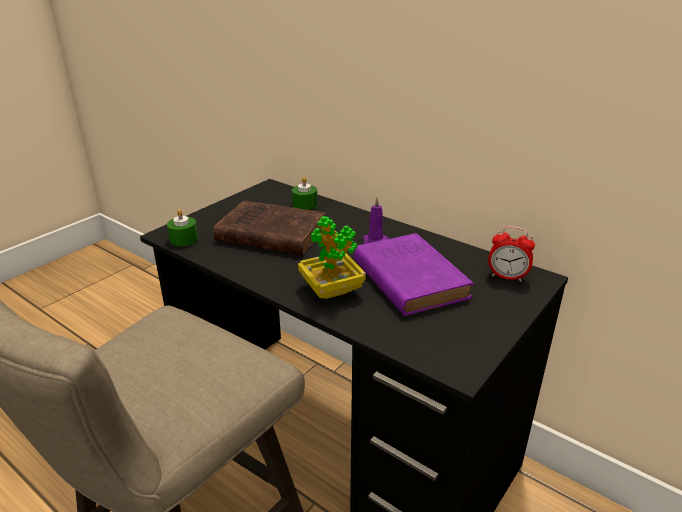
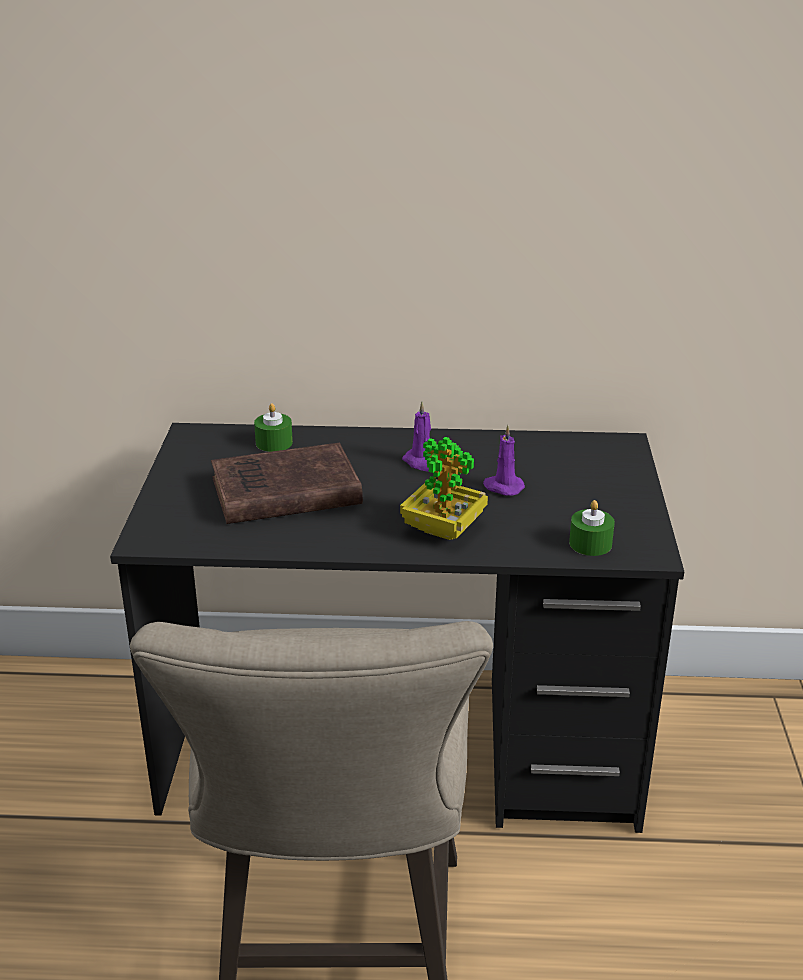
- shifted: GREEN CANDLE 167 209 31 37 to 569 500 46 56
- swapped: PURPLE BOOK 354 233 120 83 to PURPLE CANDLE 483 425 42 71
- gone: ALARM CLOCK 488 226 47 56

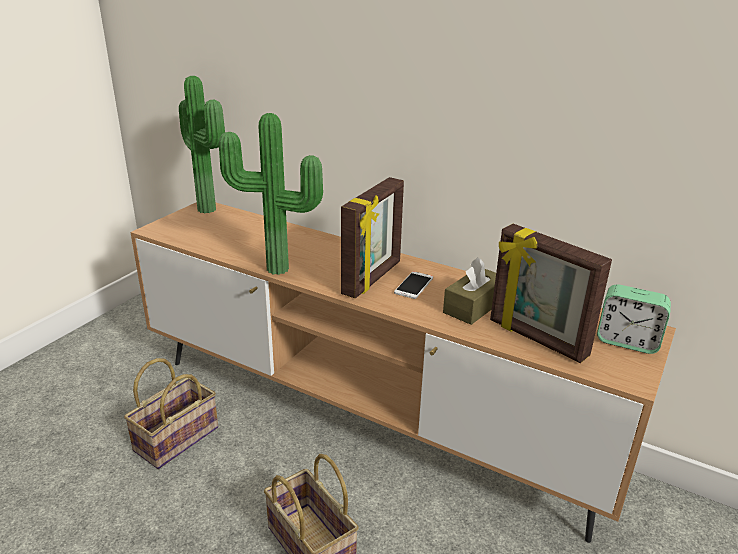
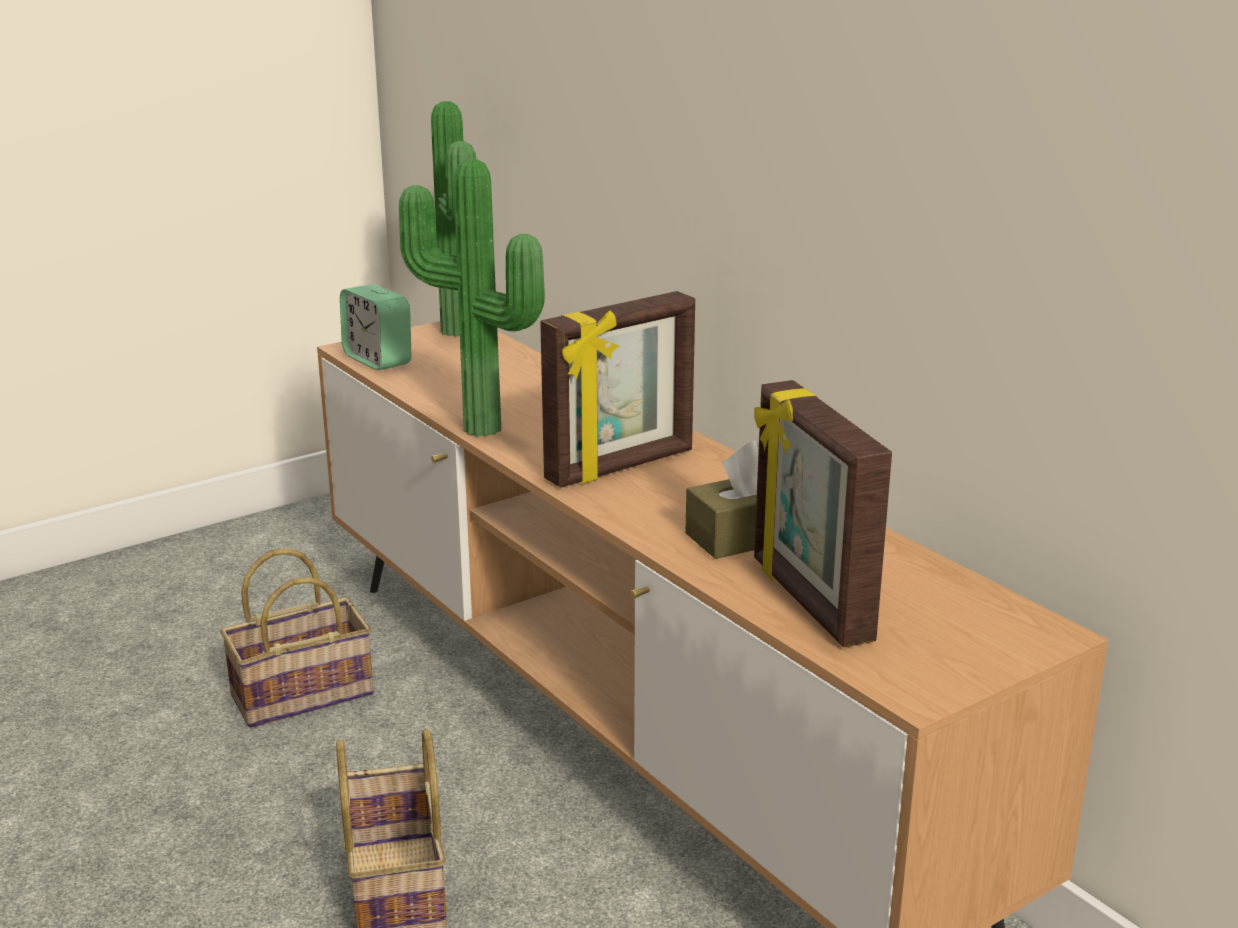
- gone: PHONE 394 271 39 28
- shifted: ALARM CLOCK 597 284 74 70 to 340 284 71 86

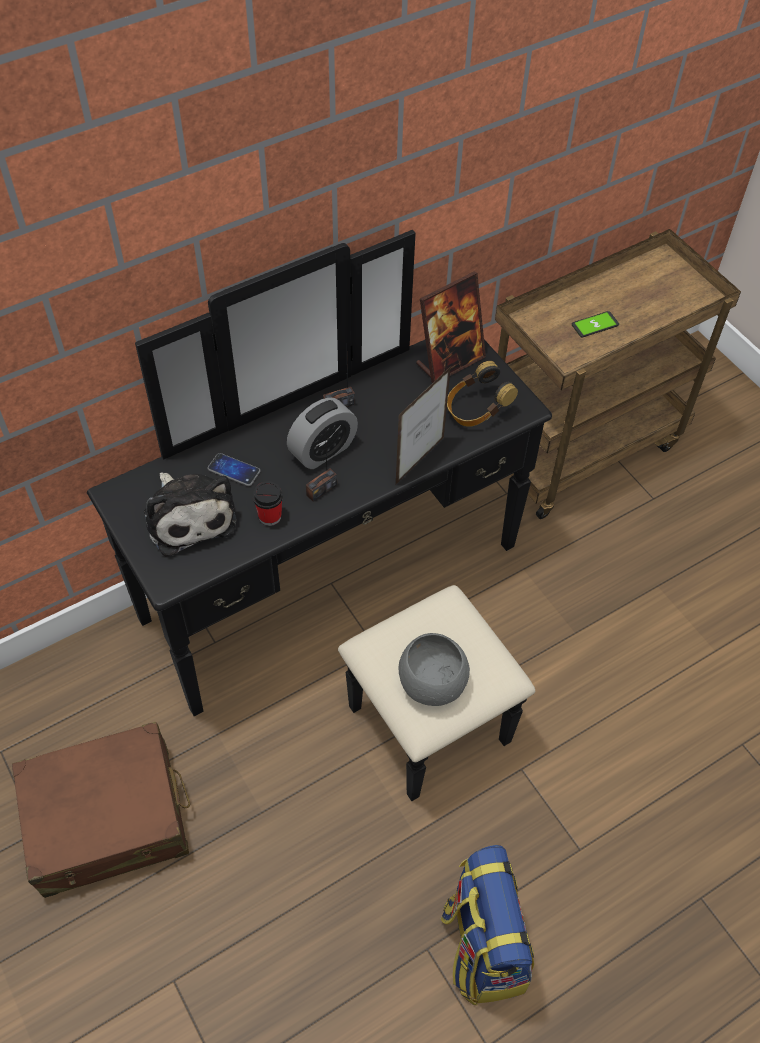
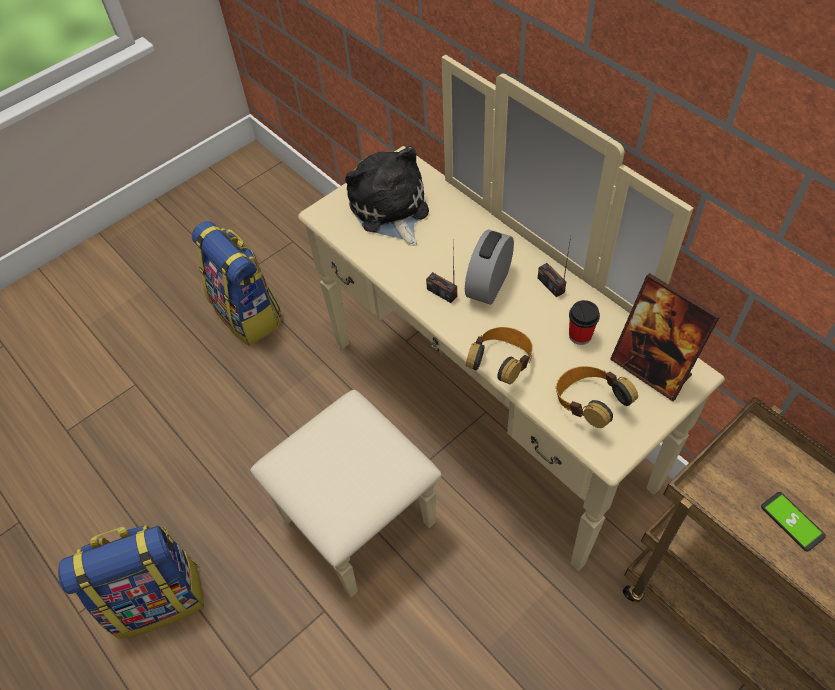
- swapped: BROWN SUITCASE 12 722 178 176 to BACKPACK 192 221 90 125
- repainted: BLACK DRESSER 87 230 465 571 to BEIGE DRESSER 250 55 475 542
- rotated: PLUSH TOY 144 472 93 84 = 345 146 84 100 105 degrees clockwise
- gone: PHONE 207 453 54 33
- shifted: CUP 253 481 30 45 to 569 300 31 45
- rotated: ALARM CLOCK 287 398 71 71 = 465 229 49 76 75 degrees clockwise
- swapped: PICTURE FRAME 396 366 55 118 to HEADPHONES 466 327 67 57
- gone: GREY BOWL 399 633 71 73

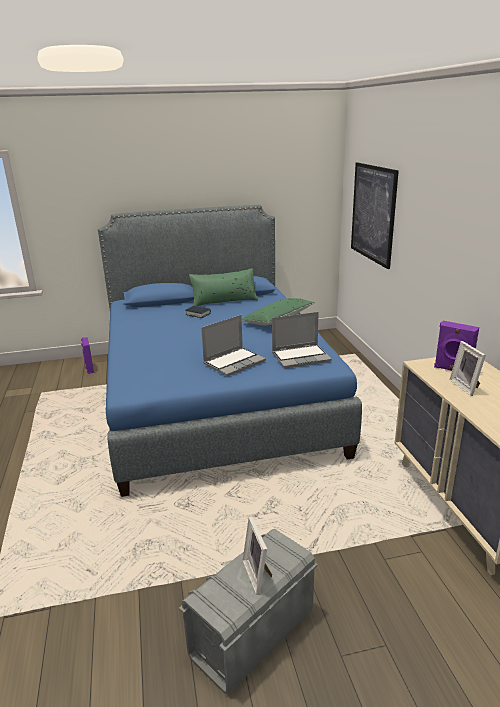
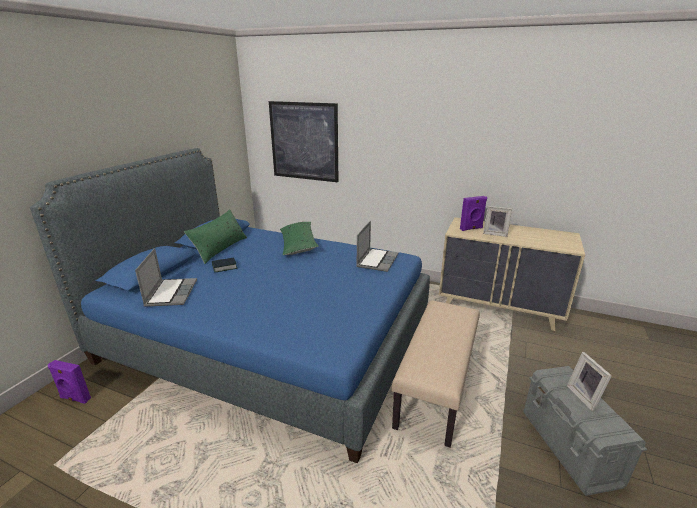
- shifted: LAPTOP 201 315 65 61 to 135 248 62 59
- rotated: PICTURE FRAME 243 516 29 79 = 567 352 45 59 60 degrees clockwise
- new: BEIGE BENCH 392 300 88 147

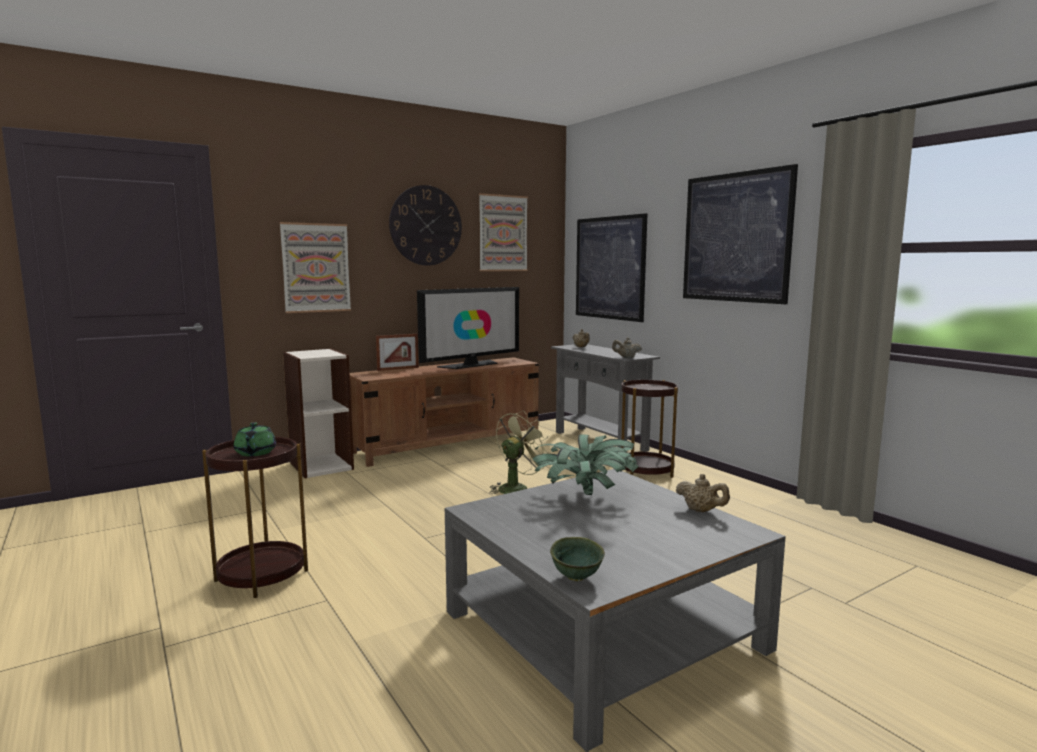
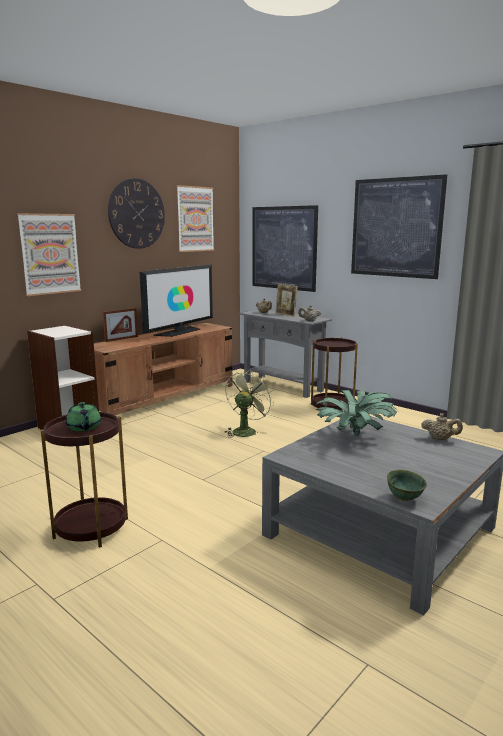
- new: PICTURE FRAME 275 284 23 33

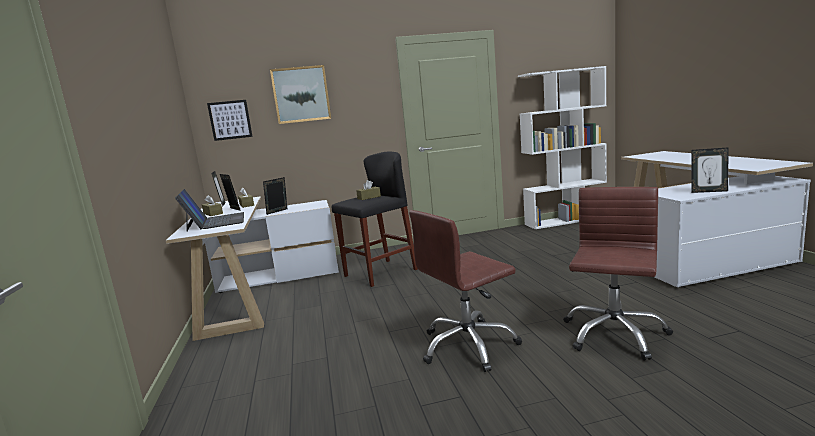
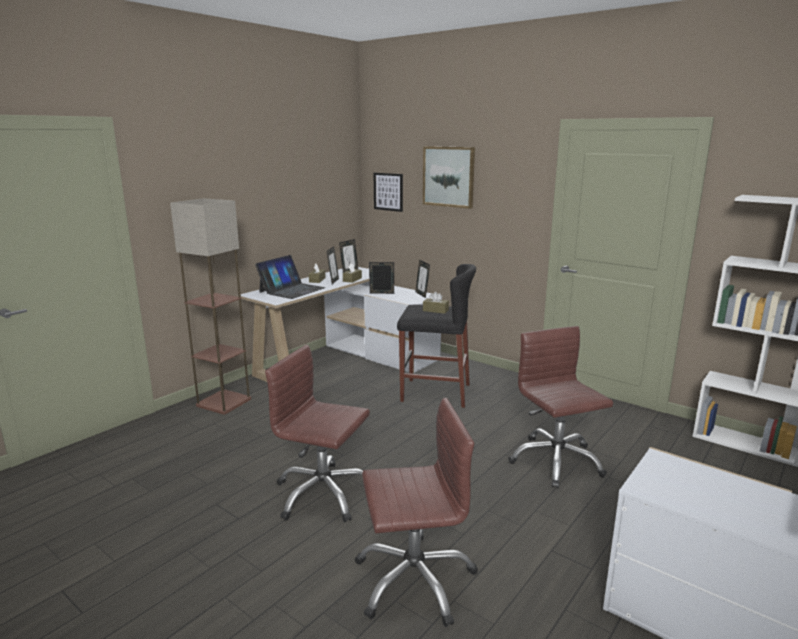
- shifted: PICTURE FRAME 691 147 38 46 to 415 260 15 38
- new: FLOOR LAMP 170 198 81 217
- new: BROWN OFFICE CHAIR 508 326 105 162

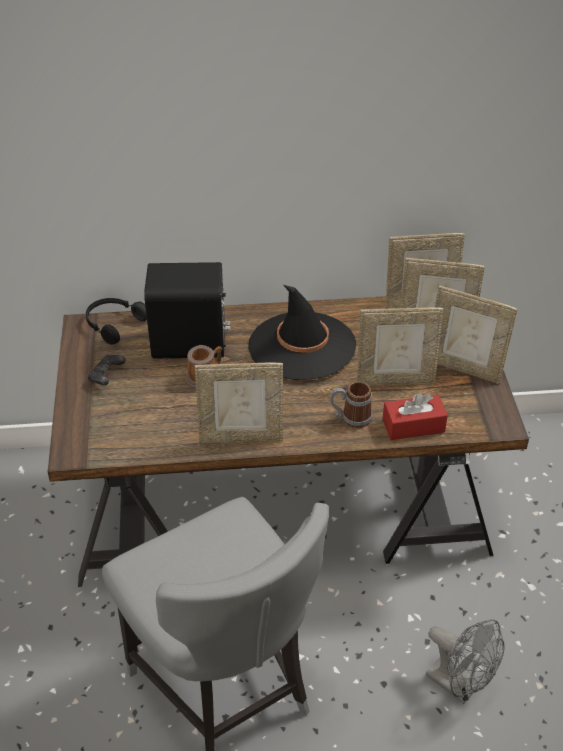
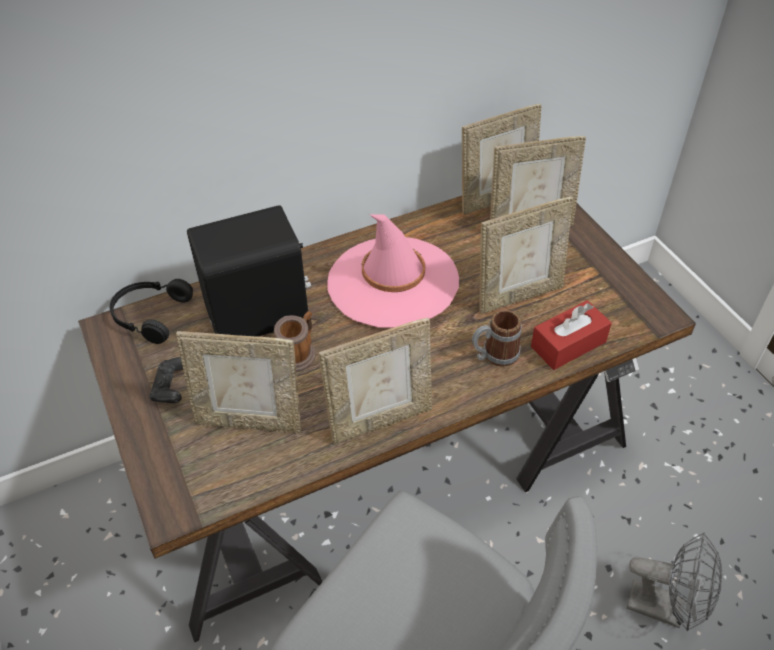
- repainted: BLACK HAT 248 284 108 96 to PINK HAT 327 214 132 114
- shifted: PICTURE FRAME 435 286 83 98 to 176 331 125 102

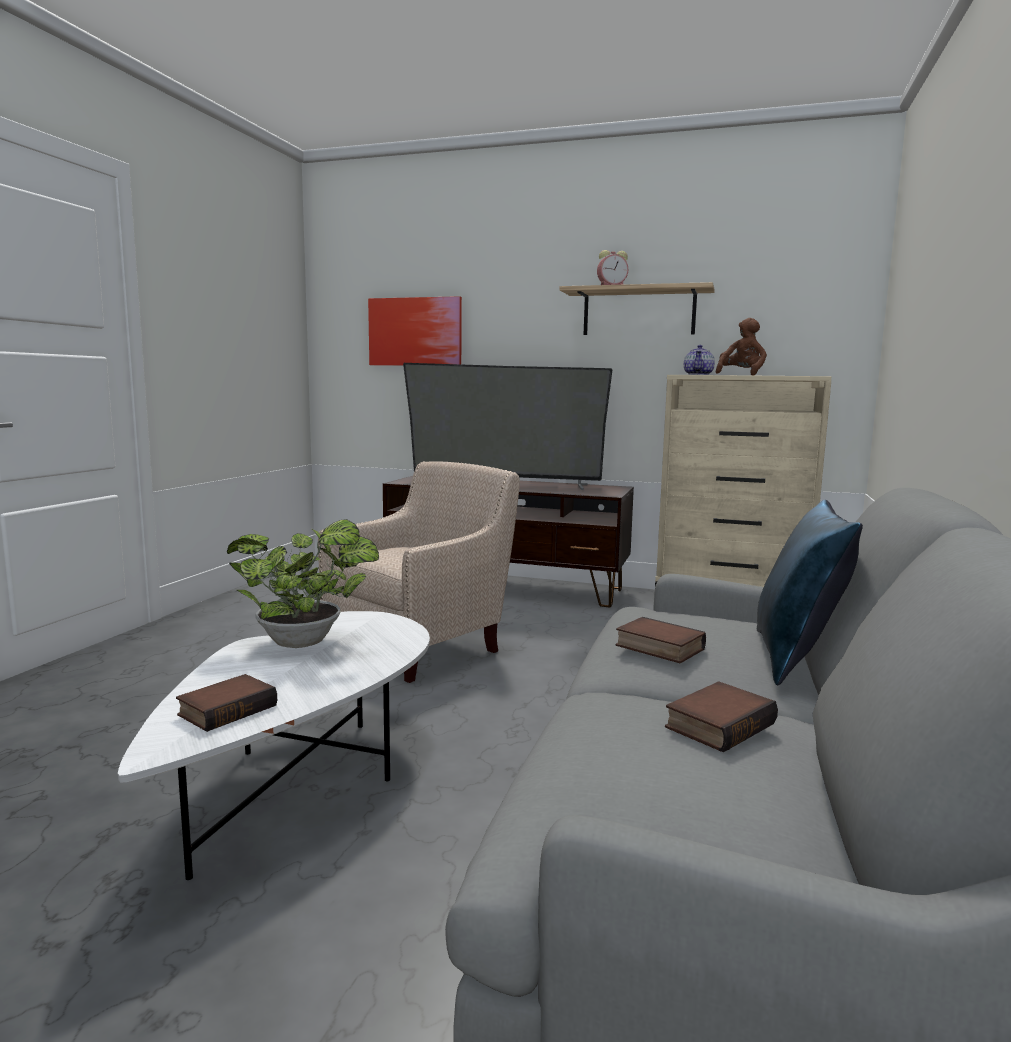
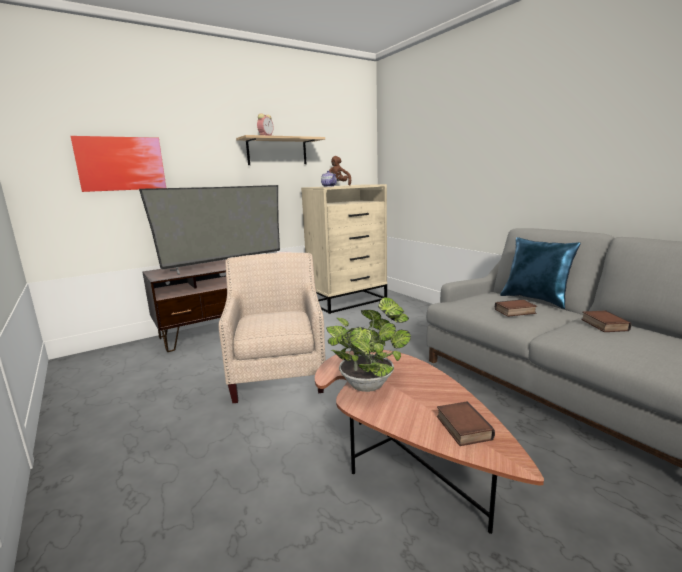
- repainted: WHITE COFFEE TABLE 118 611 312 269 to BROWN COFFEE TABLE 315 350 229 184

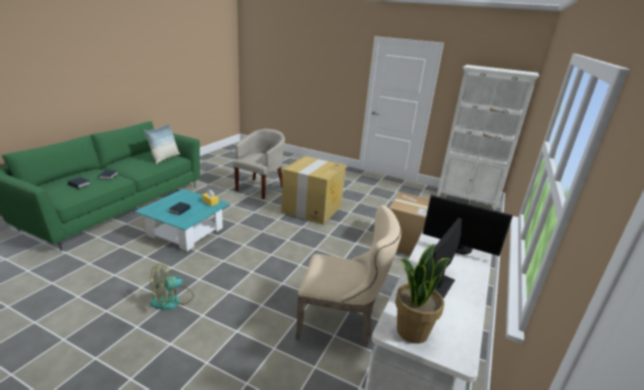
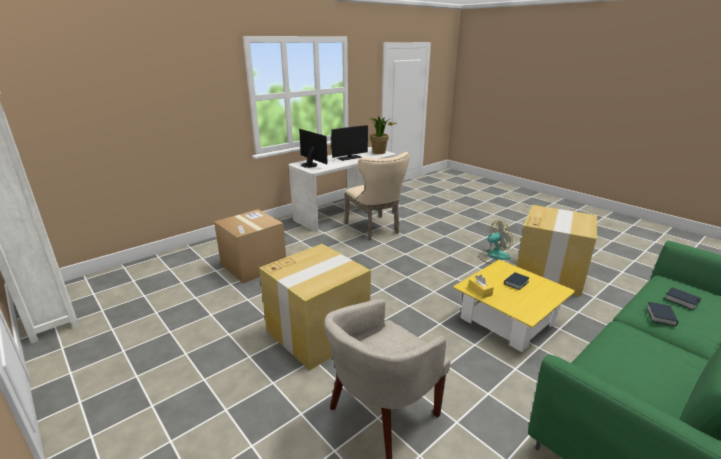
- repainted: TURQUOISE COFFEE TABLE 134 189 96 62 to YELLOW COFFEE TABLE 453 259 123 93
- gone: PILLOW 144 124 36 40
- rotated: BEIGE CHAIR 295 205 106 143 = 344 152 66 88 150 degrees counterclockwise
- new: CARDBOARD BOX 517 205 80 92

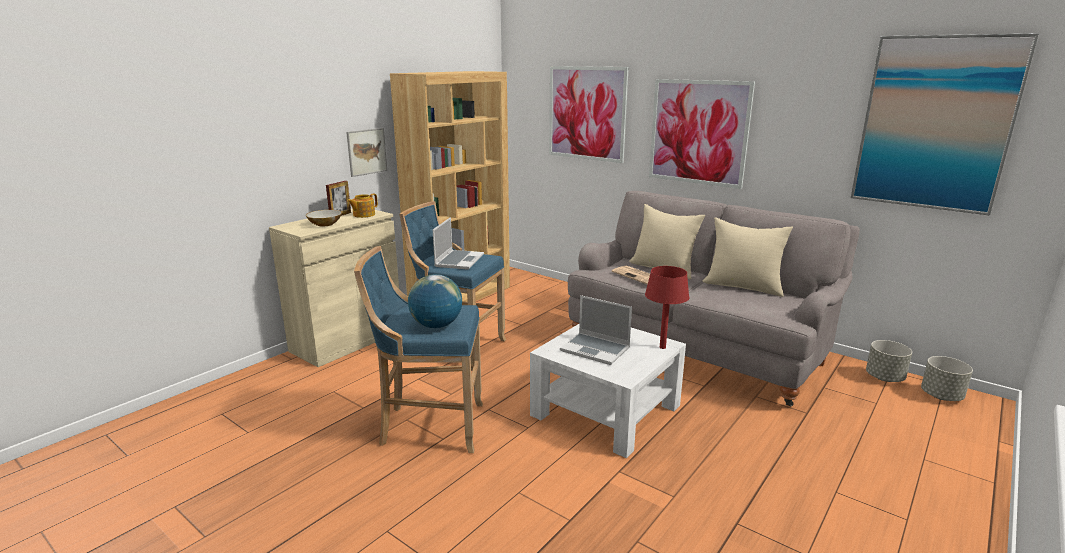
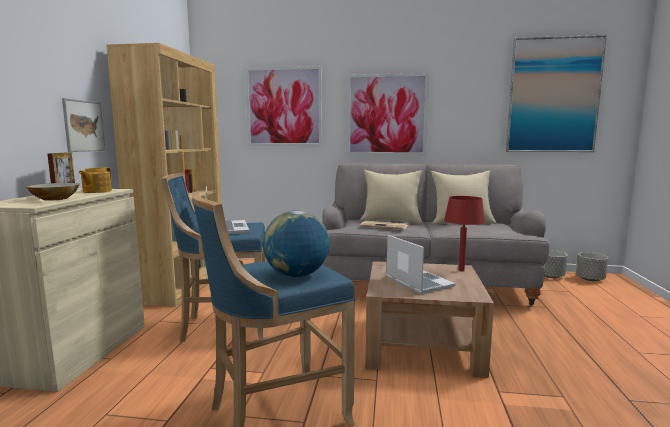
- repainted: WHITE COFFEE TABLE 530 324 156 134 to BROWN COFFEE TABLE 366 261 128 117
- rotated: LAPTOP 560 295 72 70 = 386 235 69 59 120 degrees counterclockwise

